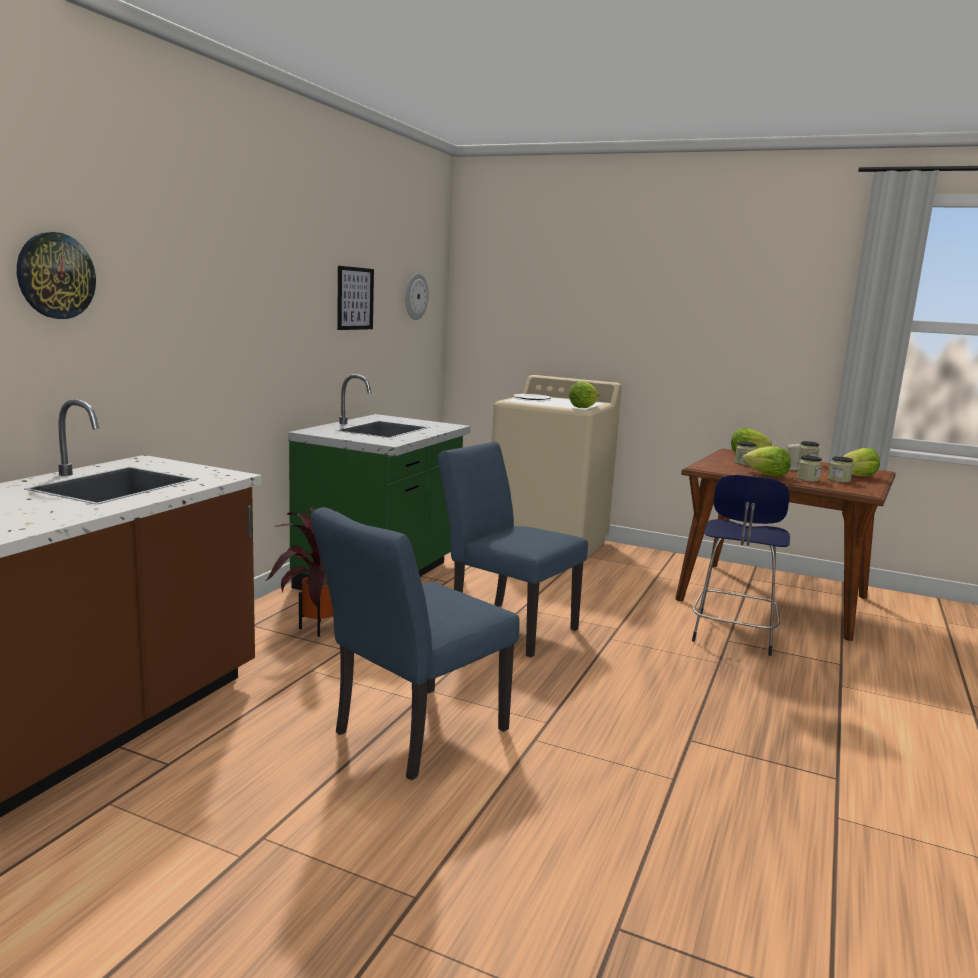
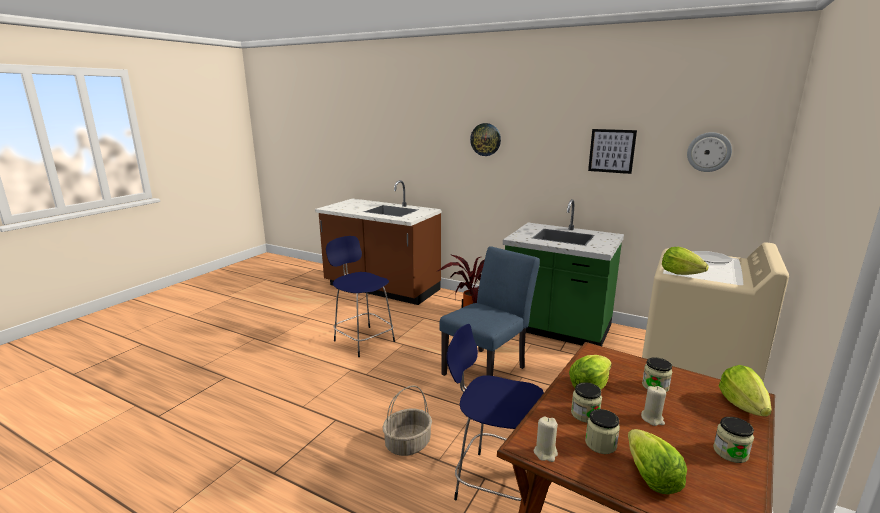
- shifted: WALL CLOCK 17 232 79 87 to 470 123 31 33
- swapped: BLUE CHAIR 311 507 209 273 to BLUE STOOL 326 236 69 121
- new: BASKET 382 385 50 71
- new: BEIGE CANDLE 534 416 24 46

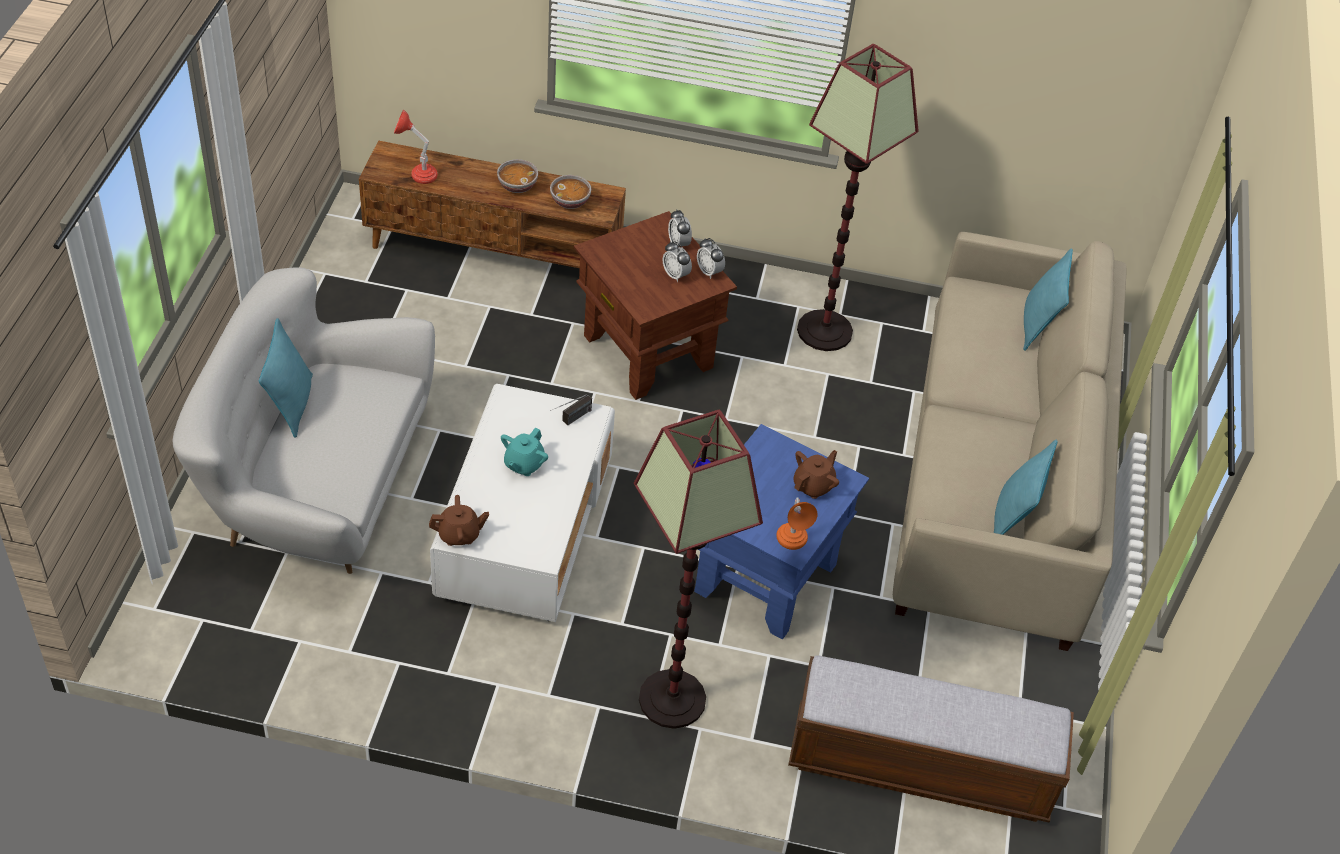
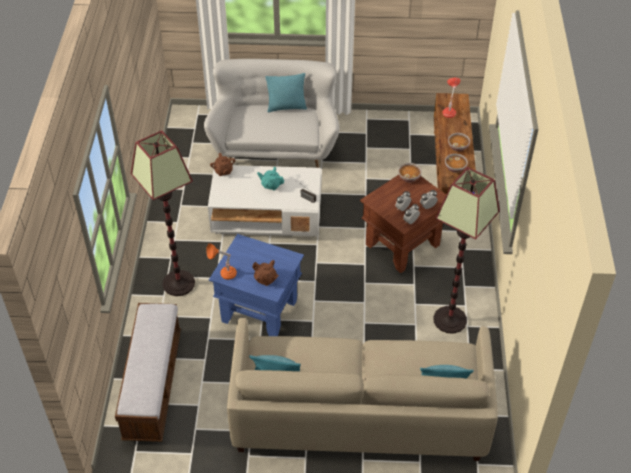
- new: BOWL 398 163 24 19

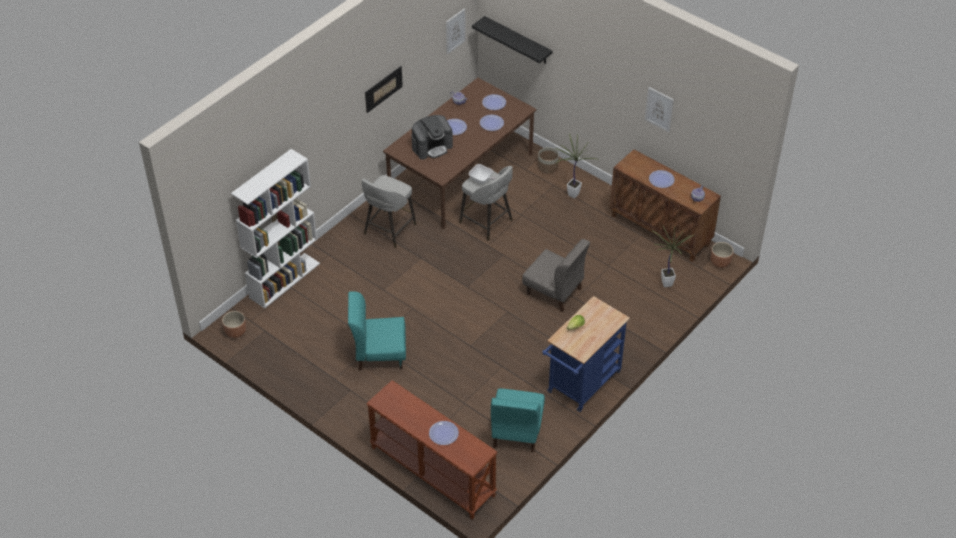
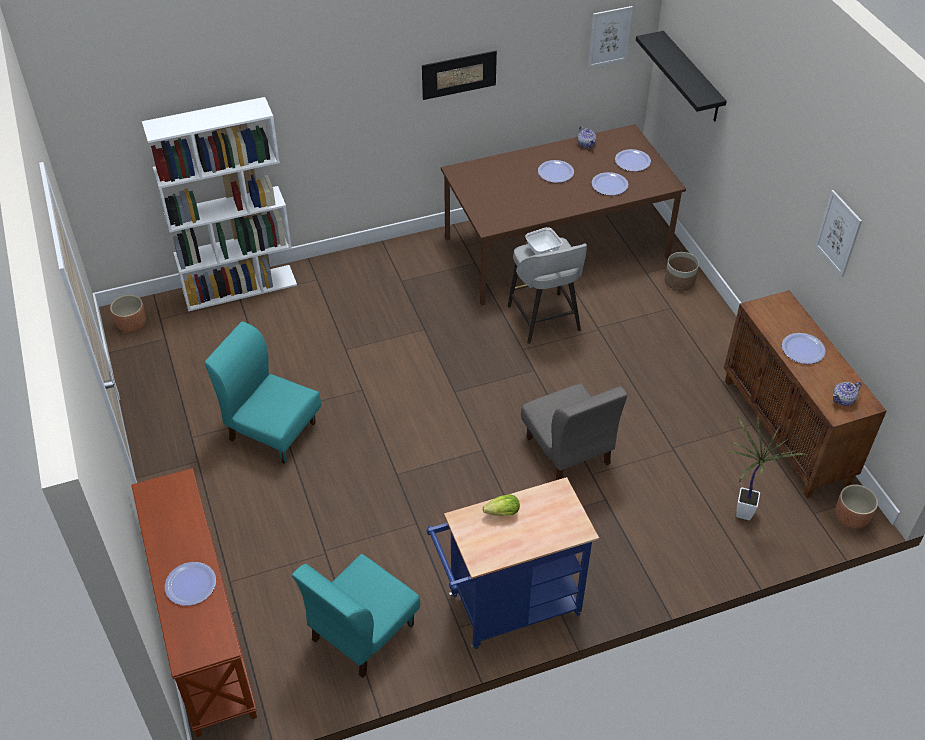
- gone: GREY STOOL 362 175 55 73
- gone: COFFEE MACHINE 412 115 41 44
- gone: POTTED PLANT 555 133 43 66

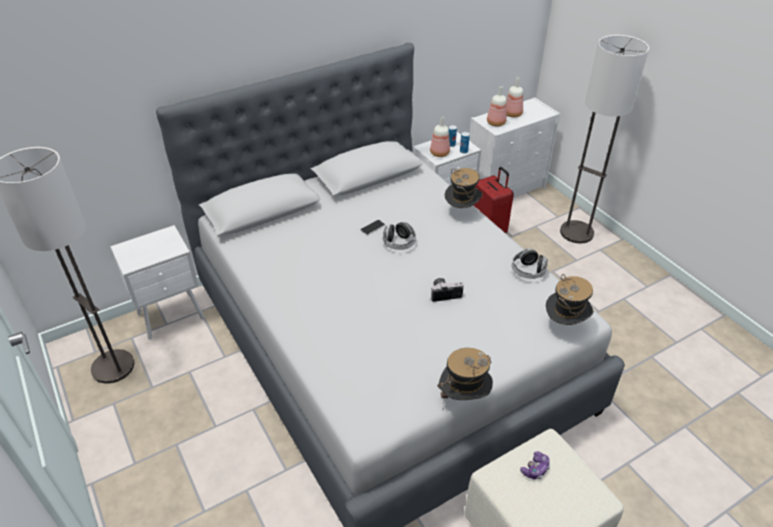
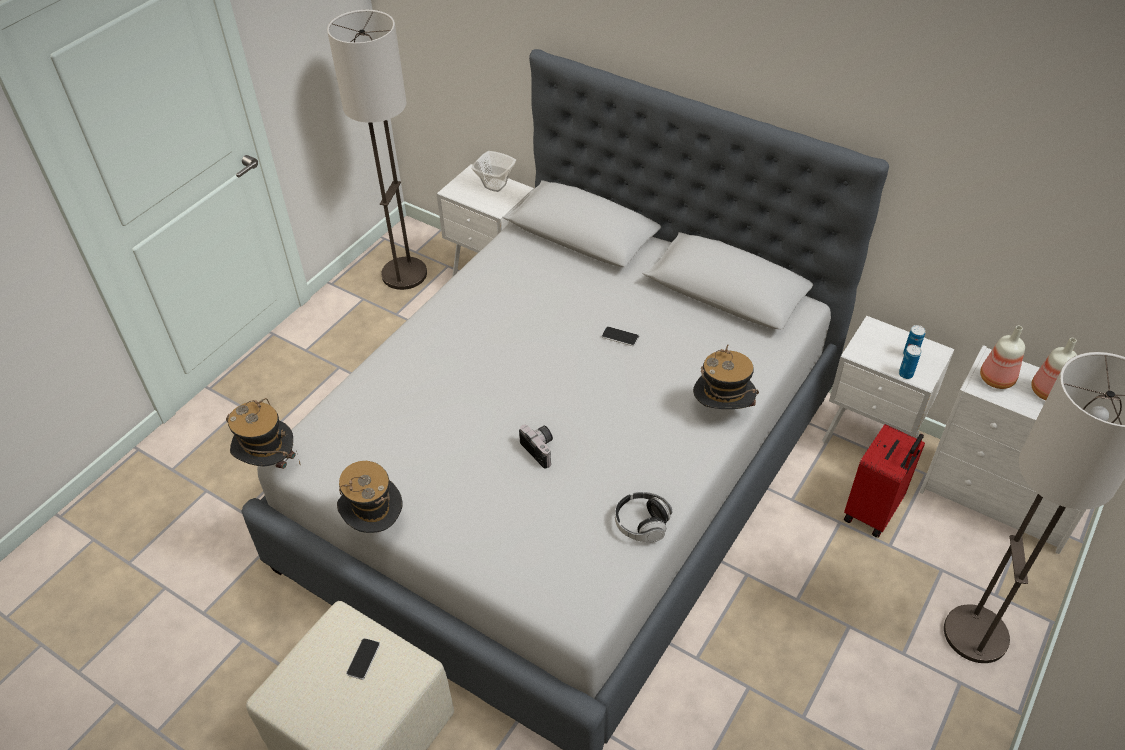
- gone: HEADPHONES 383 222 33 28
- gone: BOTTLE 430 117 20 40
- swapped: GAME CONTROLLER 520 451 30 28 to PHONE 346 638 34 42
- shifted: HAT 546 274 48 51 to 226 398 74 71
- new: BOWL 471 151 45 41

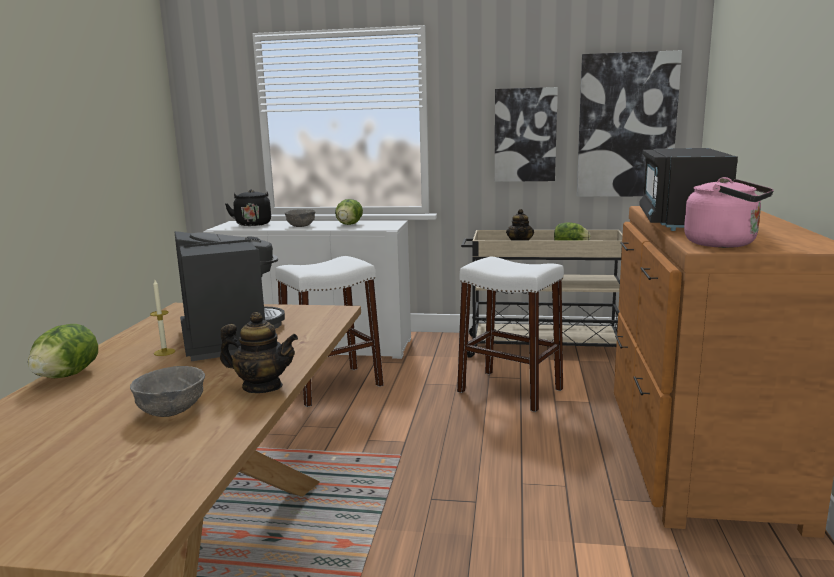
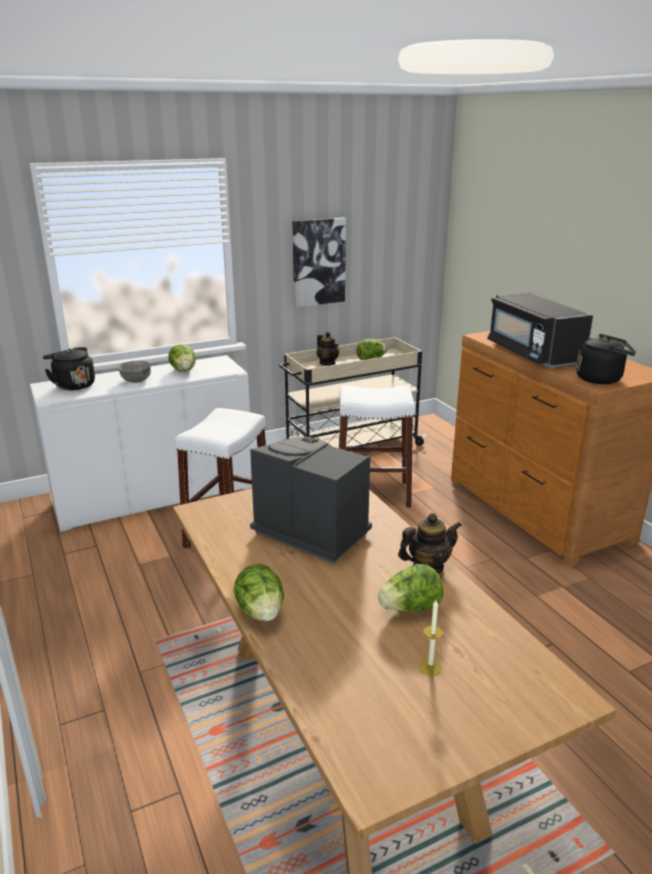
- swapped: GREY BOWL 130 366 75 51 to LETTUCE 378 564 65 48
- shifted: CANDLE 150 280 25 76 to 419 600 24 76
- gone: PICTURE 577 50 105 147
- repainted: PINK KETTLE 684 177 90 71 to BLACK KETTLE 576 334 60 50

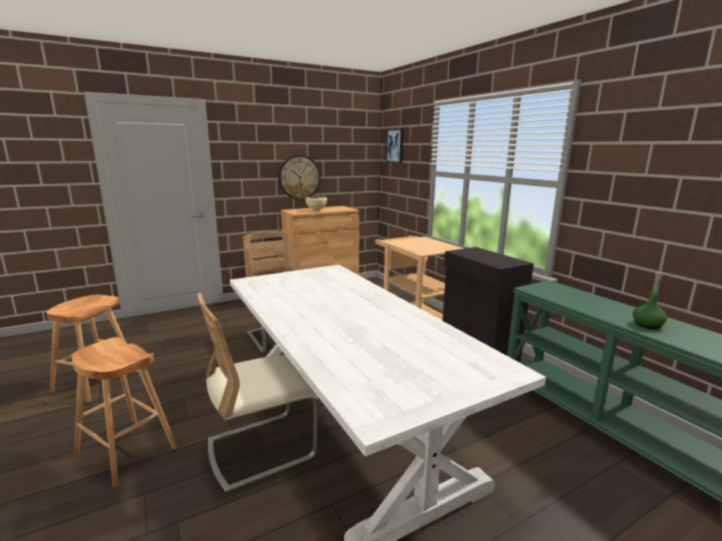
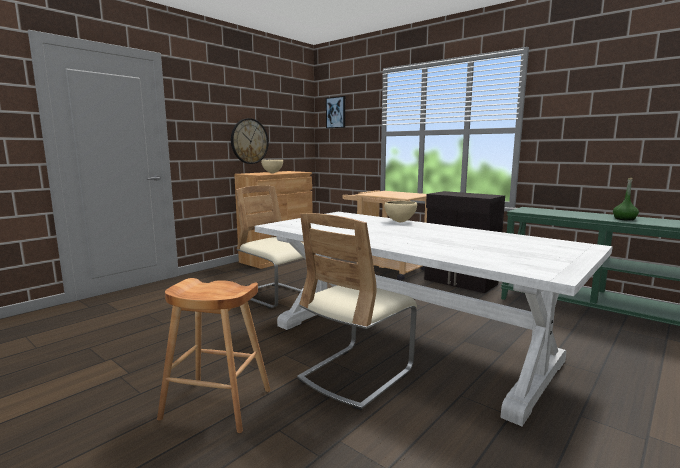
- gone: BROWN STOOL 46 295 92 107
- new: BEIGE BOWL 384 201 33 21

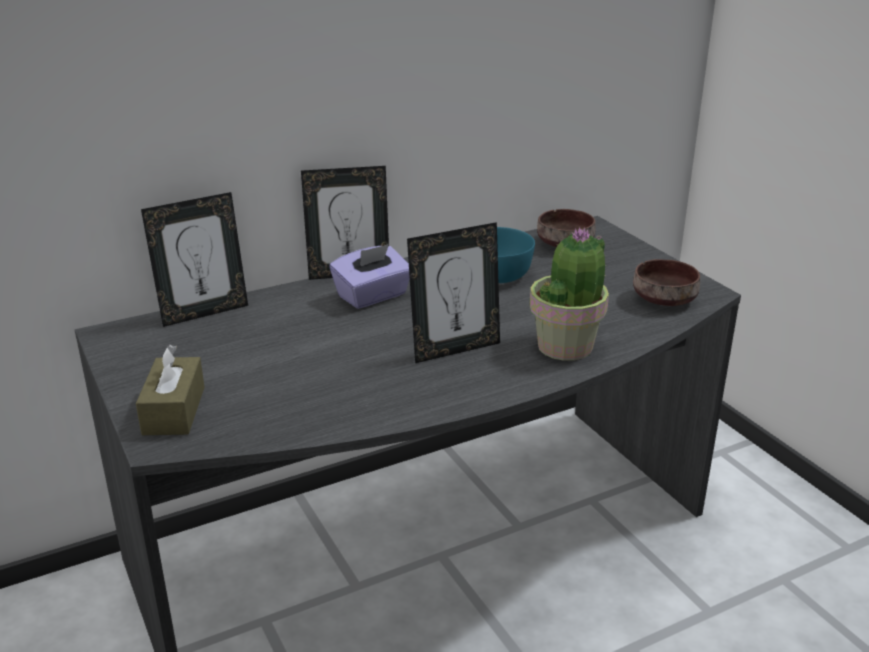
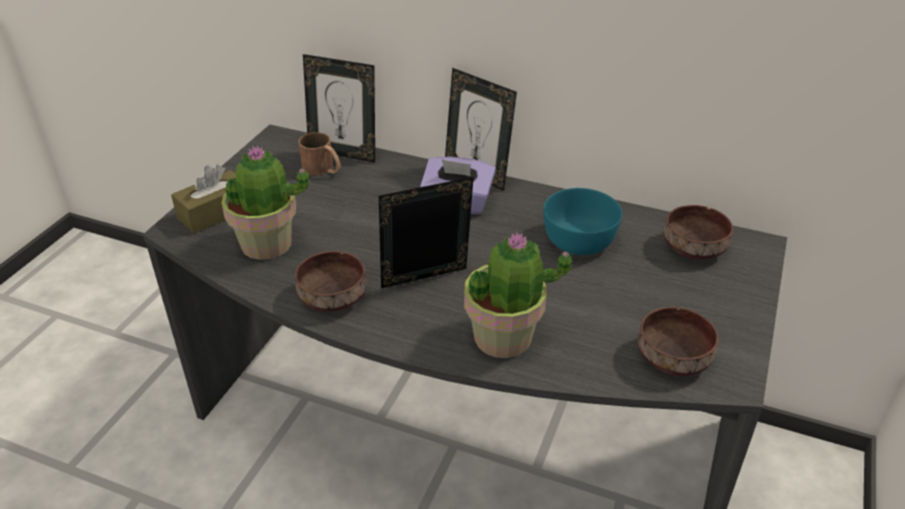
- rotated: PICTURE FRAME 407 222 93 141 = 379 177 95 111 135 degrees clockwise
- new: POTTED PLANT 221 146 89 114
- new: BROWN BOWL 295 251 72 61
- new: BROWN MUG 298 132 43 44

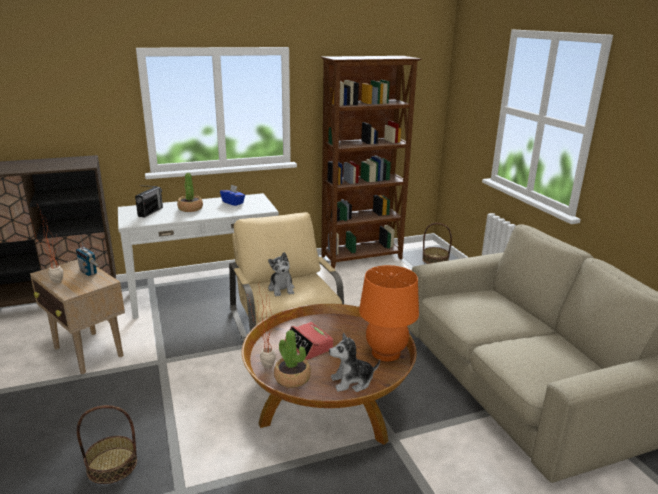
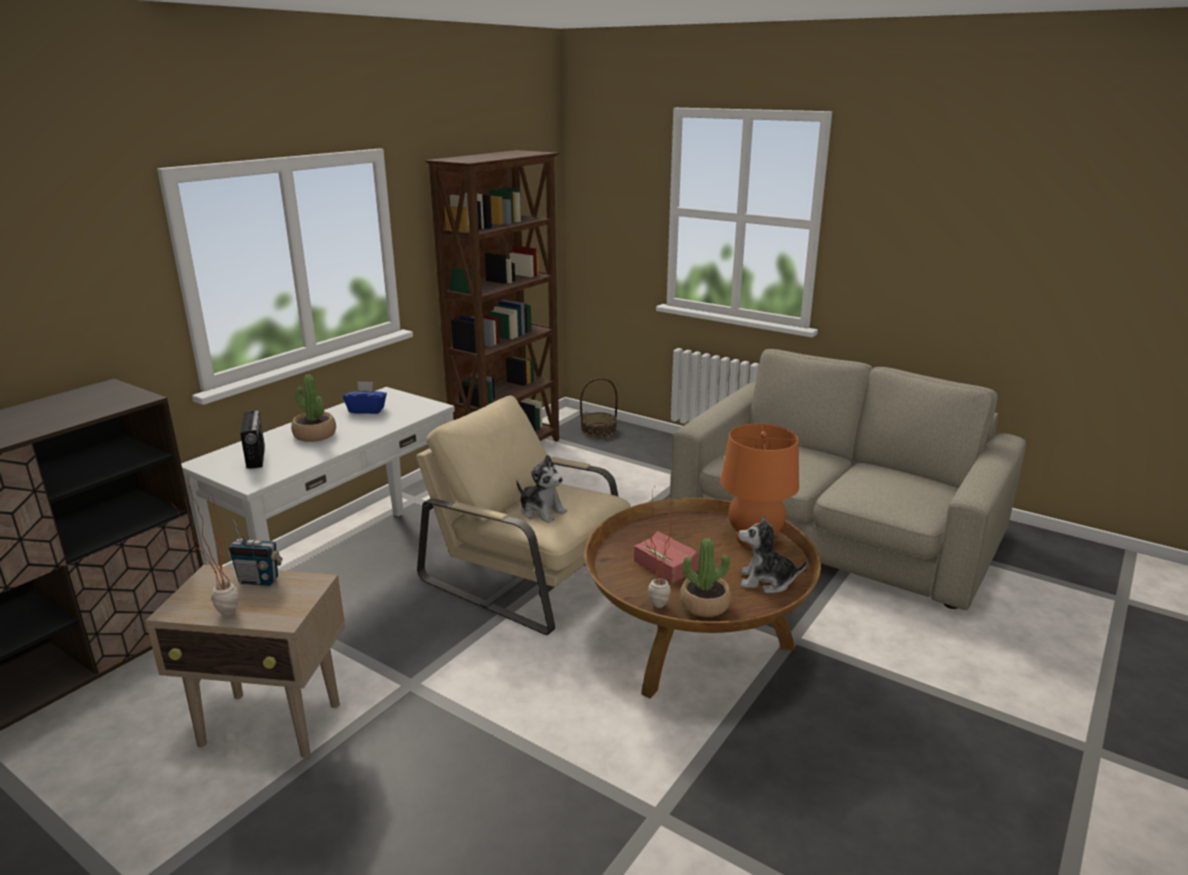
- gone: BASKET 77 405 60 79
- rotated: ALARM CLOCK 285 322 48 38 = 634 531 65 52 150 degrees counterclockwise
- rotated: PLUSH TOY 329 333 51 59 = 738 515 70 79 60 degrees clockwise

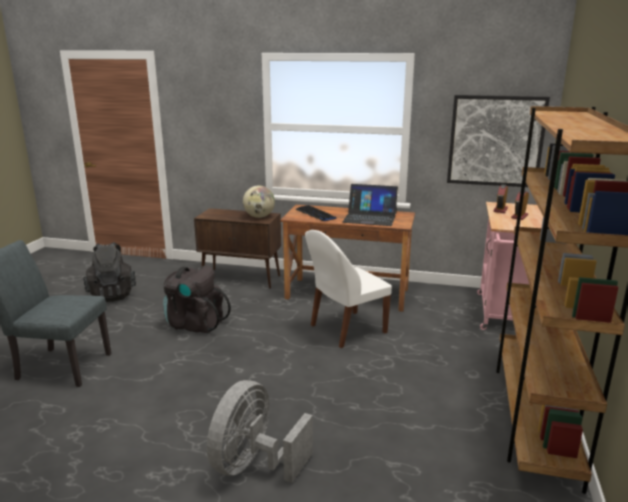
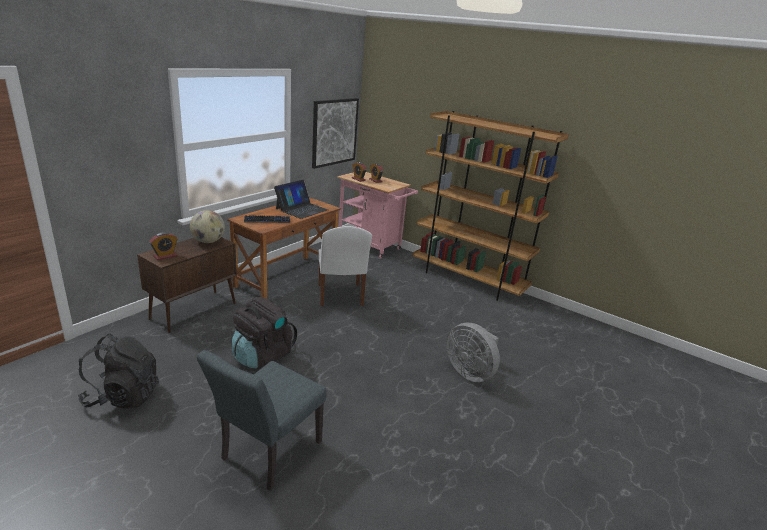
- new: ALARM CLOCK 149 232 28 28

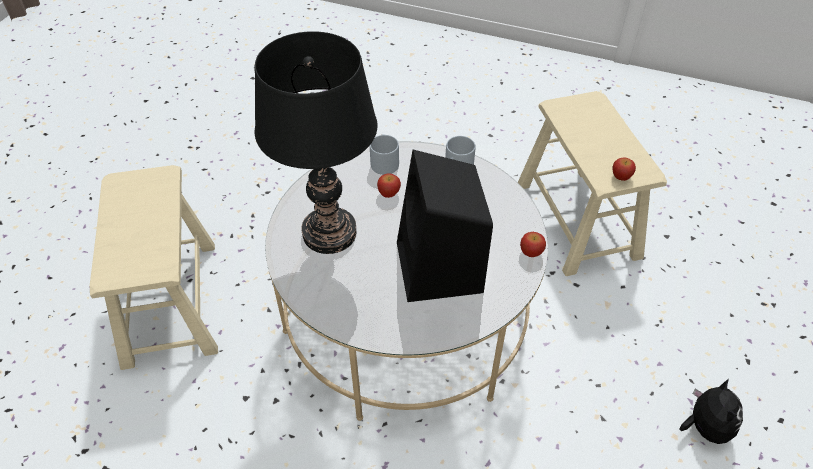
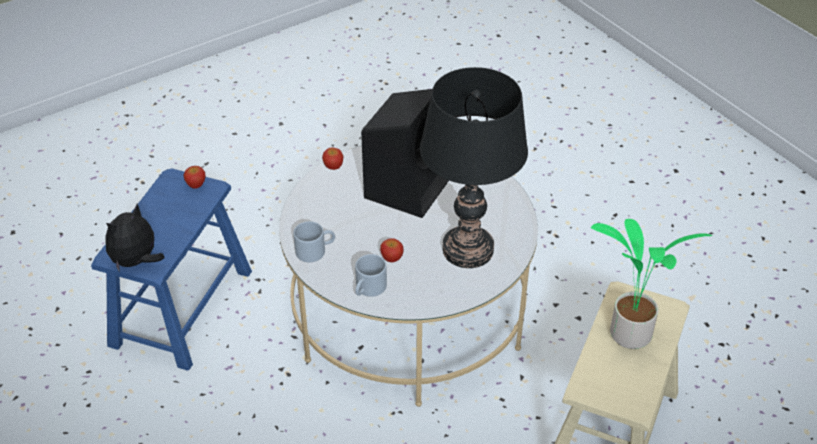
- repainted: BEIGE STOOL 518 91 149 185 to BLUE STOOL 91 168 161 203
- shifted: PLUSH TOY 679 379 64 65 to 105 203 59 68
- new: POTTED PLANT 591 219 121 130

